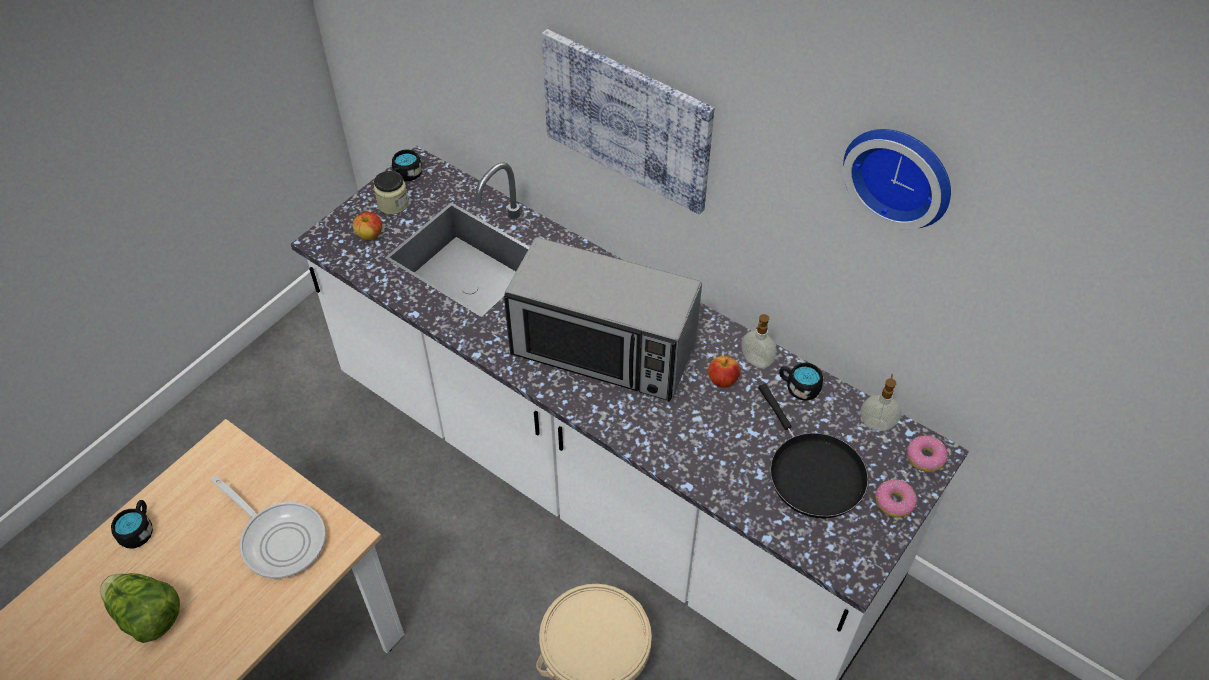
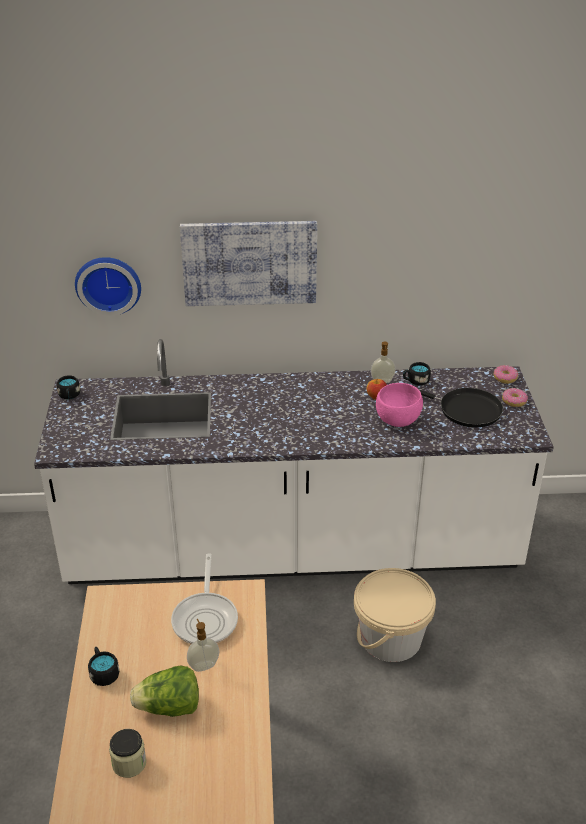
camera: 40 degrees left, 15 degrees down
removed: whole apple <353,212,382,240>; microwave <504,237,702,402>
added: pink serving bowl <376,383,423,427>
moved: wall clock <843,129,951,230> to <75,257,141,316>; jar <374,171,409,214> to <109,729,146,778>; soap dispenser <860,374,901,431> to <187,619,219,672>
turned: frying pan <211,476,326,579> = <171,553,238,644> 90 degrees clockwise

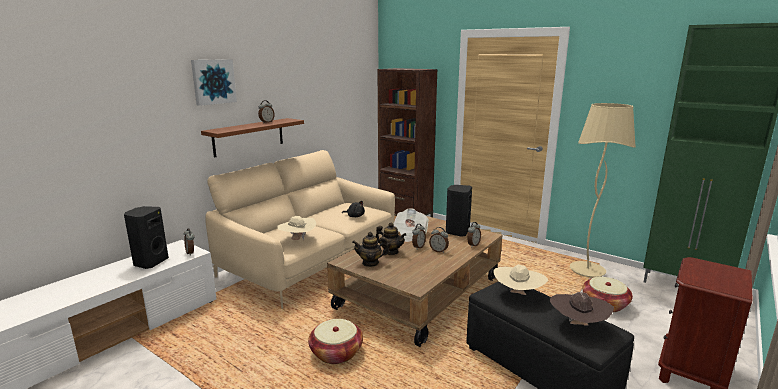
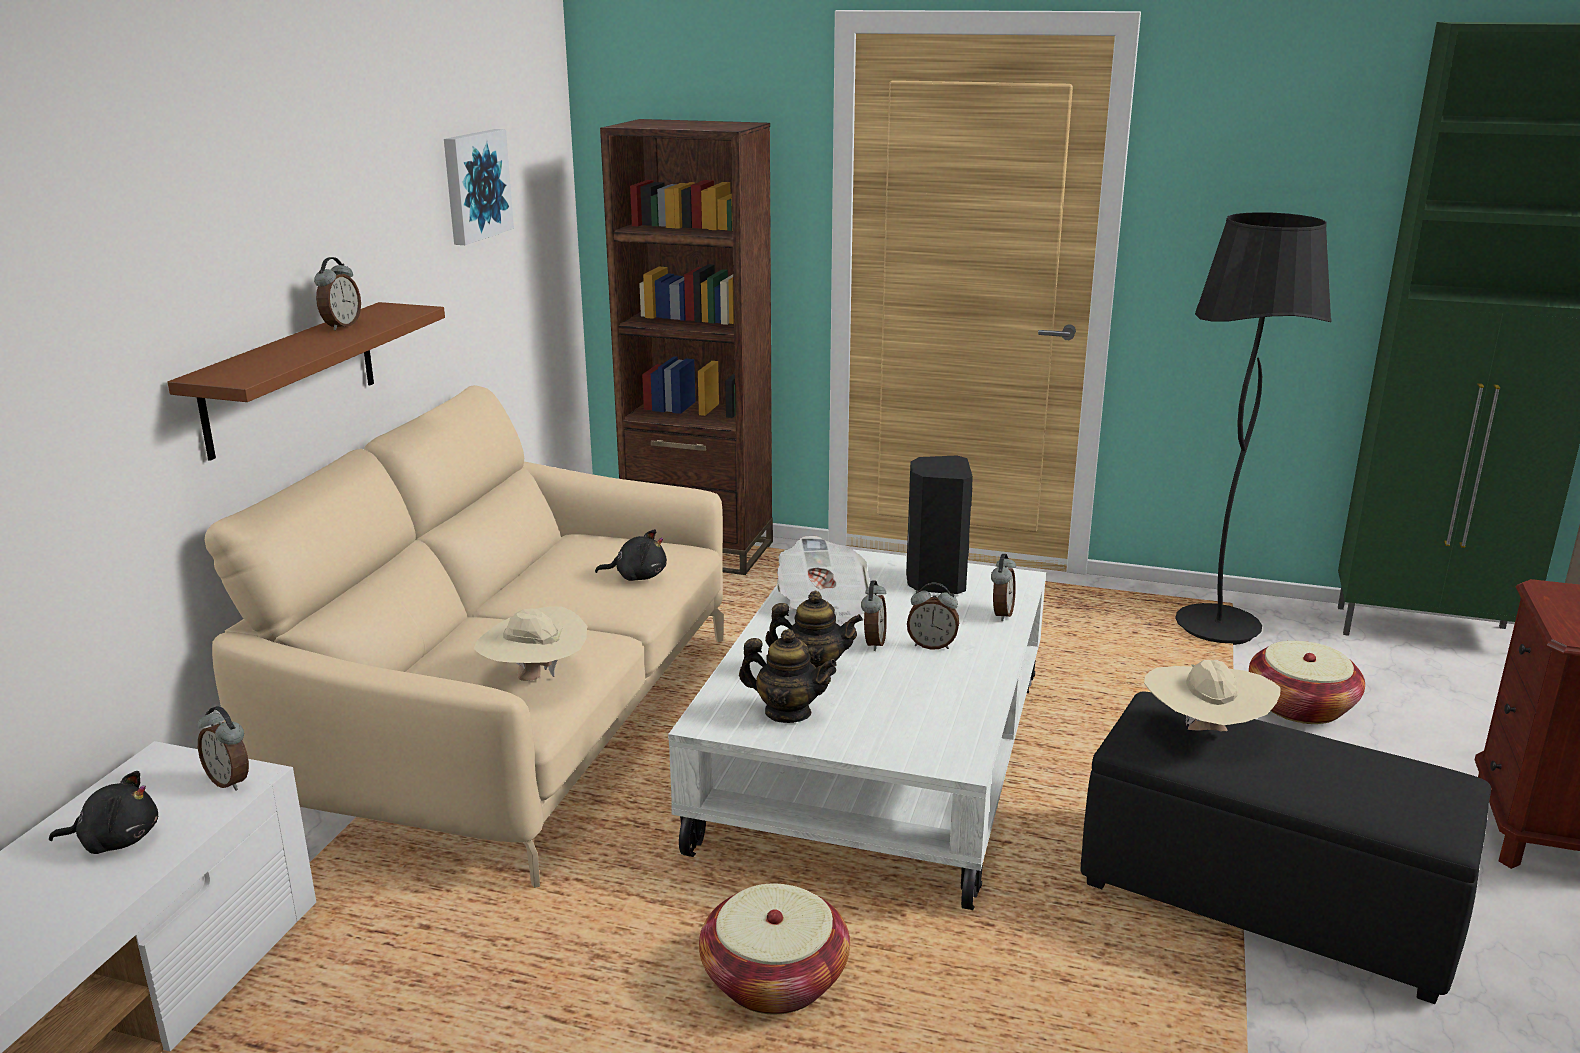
camera: 20 degrees left, 5 degrees up
removed: brownish hat <550,292,614,326>
moved: picture <191,59,237,106> to <444,129,514,245>
replaced: blackish loudspeaker <124,206,169,269> to blackish soft toy <49,771,158,854>
recoloured: sand-coloured standing lamp <570,103,636,278> to blackish standing lamp <1175,212,1332,645>; brownish lounge table <327,216,502,347> to whitish lounge table <668,549,1046,910>
turned: teapot <352,232,389,267> = <739,629,837,723> 135 degrees counterclockwise

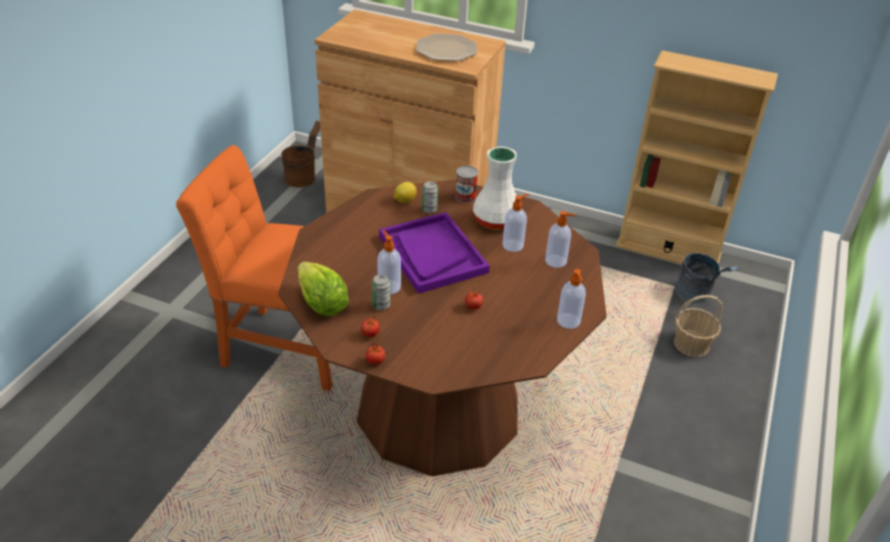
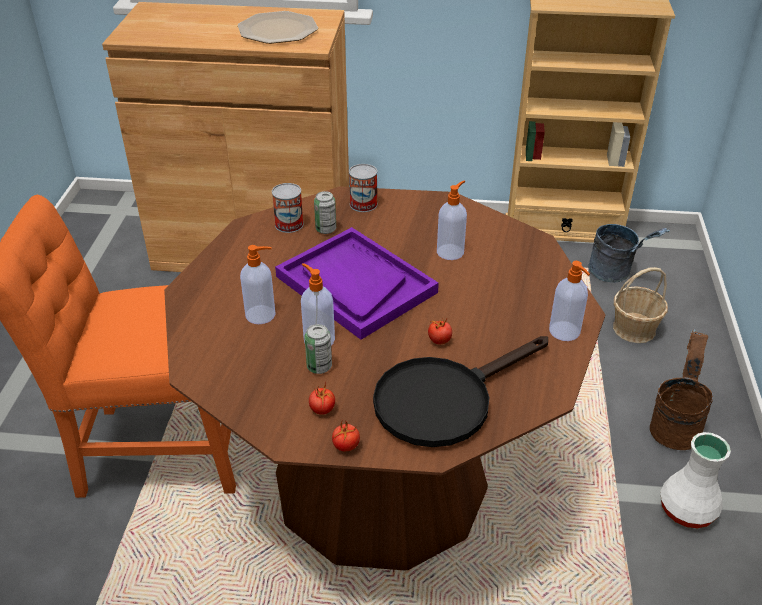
camera: 15 degrees left, 0 degrees up
removed: lettuce <298,262,349,316>
added: blackish frying pan <373,336,548,447>
moved: brownish bucket <281,120,321,187> to <650,329,713,450>; whitish flower vase <473,147,517,230> to <660,432,731,528>; soap dispenser <545,211,577,268> to <240,245,276,324>
replaced: lemon <394,182,417,203> to sealed can <272,183,304,233>

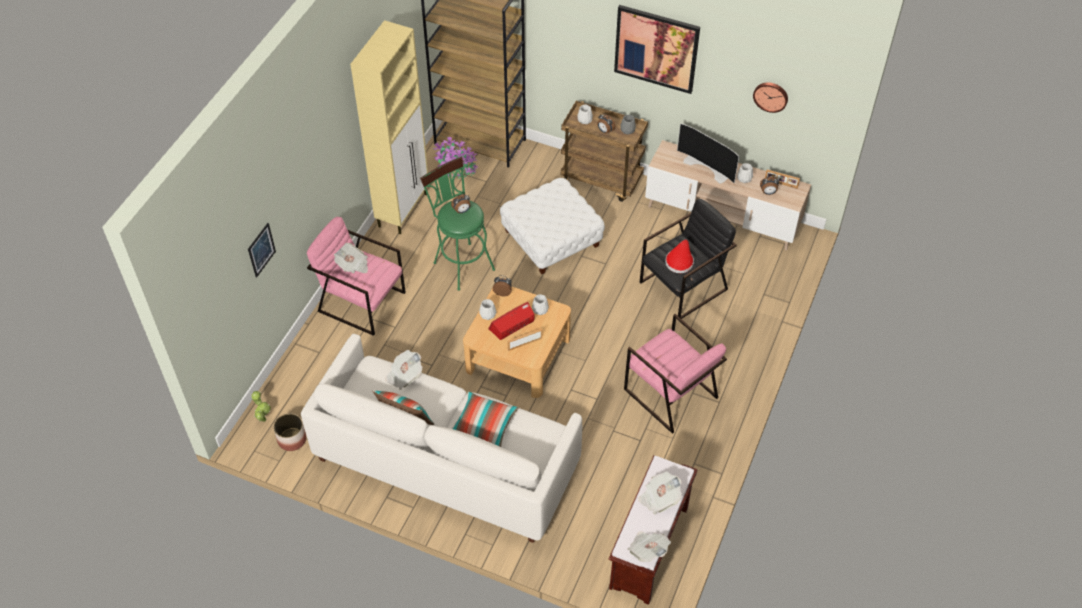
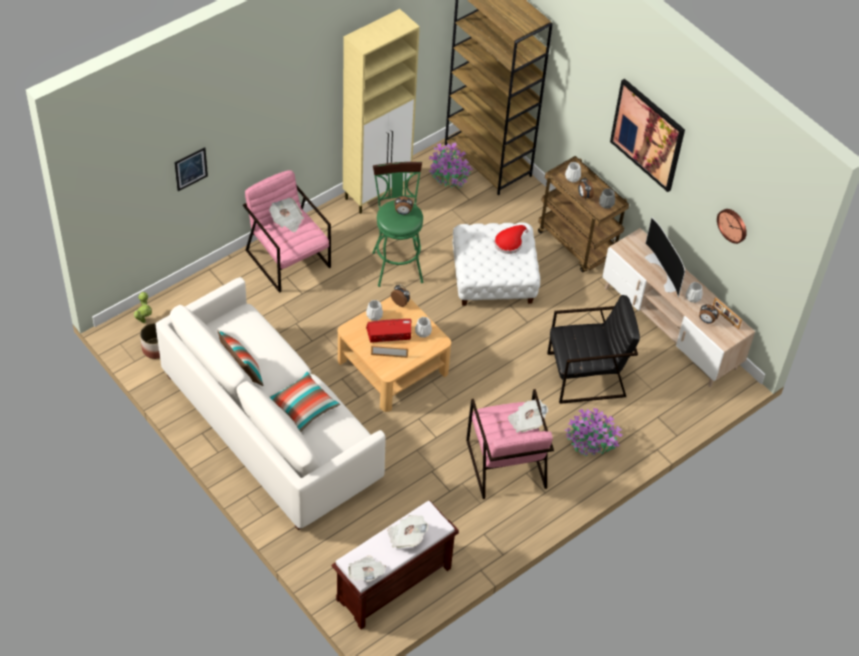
camera: 25 degrees right, 0 degrees up
added: houseplant <565,408,623,456>
moved: reddish hat <665,240,694,273> to <494,225,528,254>; daily paper <385,350,422,390> to <508,400,549,433>

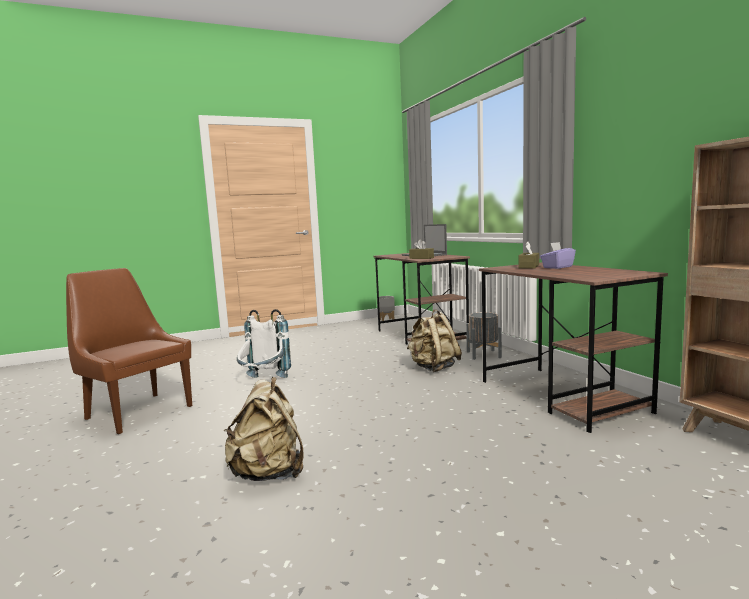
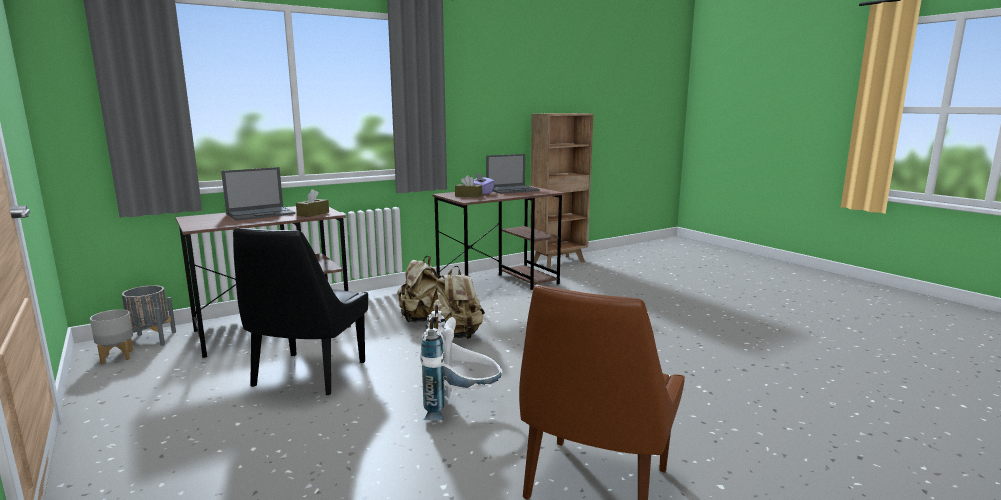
camera: 100 degrees left, 5 degrees up
added: laptop <486,154,540,194>; blackish plain chair <233,228,368,395>
moved: greyish planter <466,312,502,360> to <122,285,176,346>; sand-coloured rucksack <224,377,303,481> to <425,266,485,339>

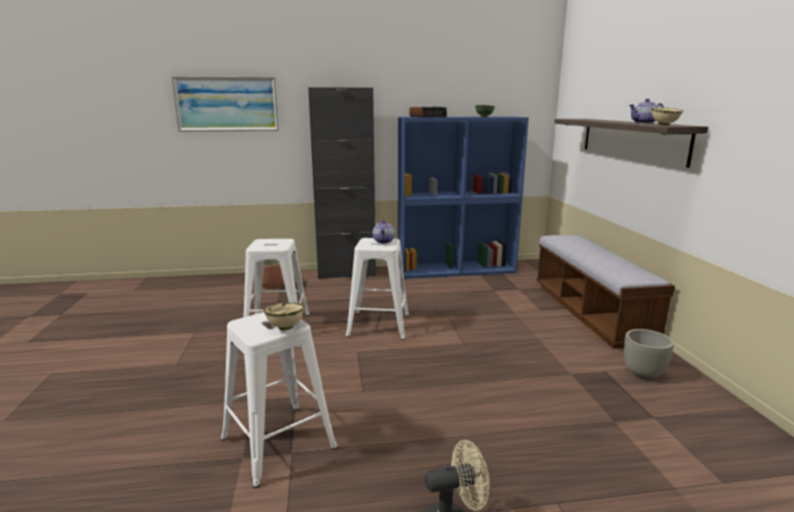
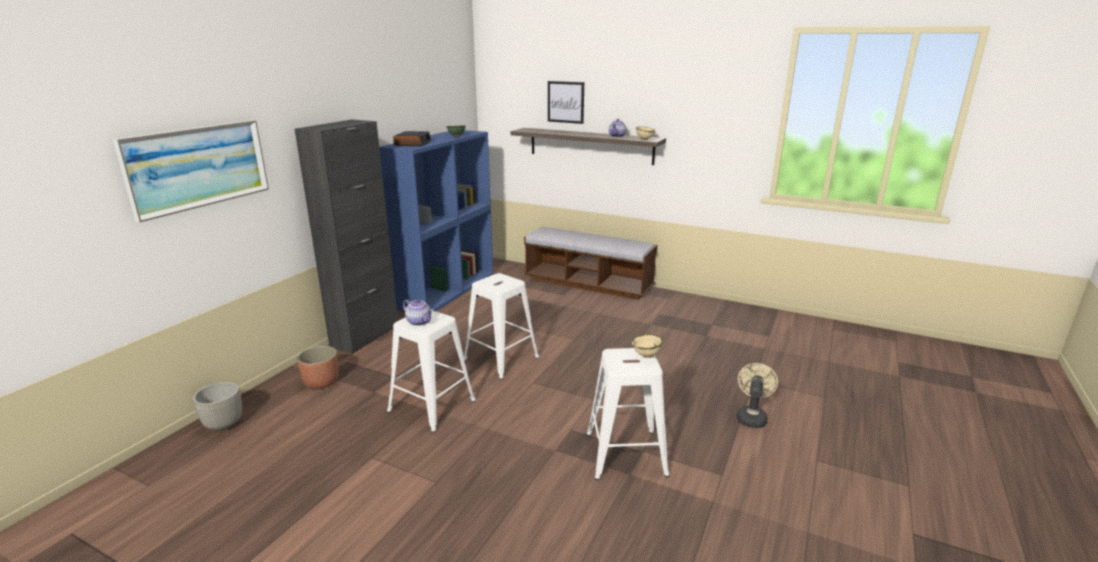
camera: 55 degrees left, 5 degrees up
added: picture <548,81,584,124>
moved: teapot <373,220,395,243> to <403,299,433,326>; greyish planter <624,329,674,379> to <192,382,242,431>

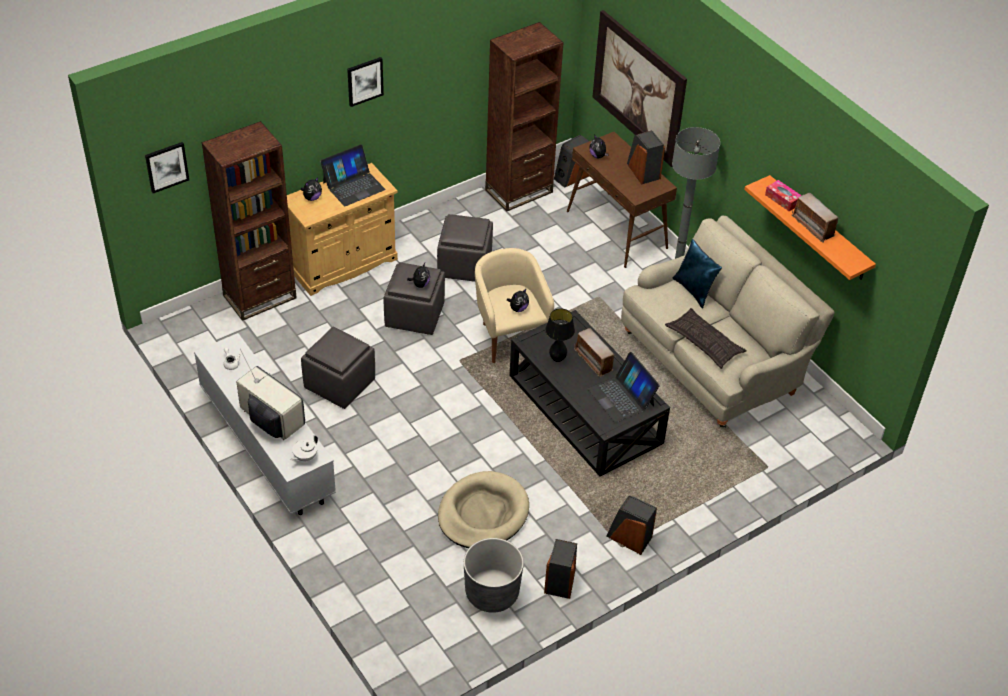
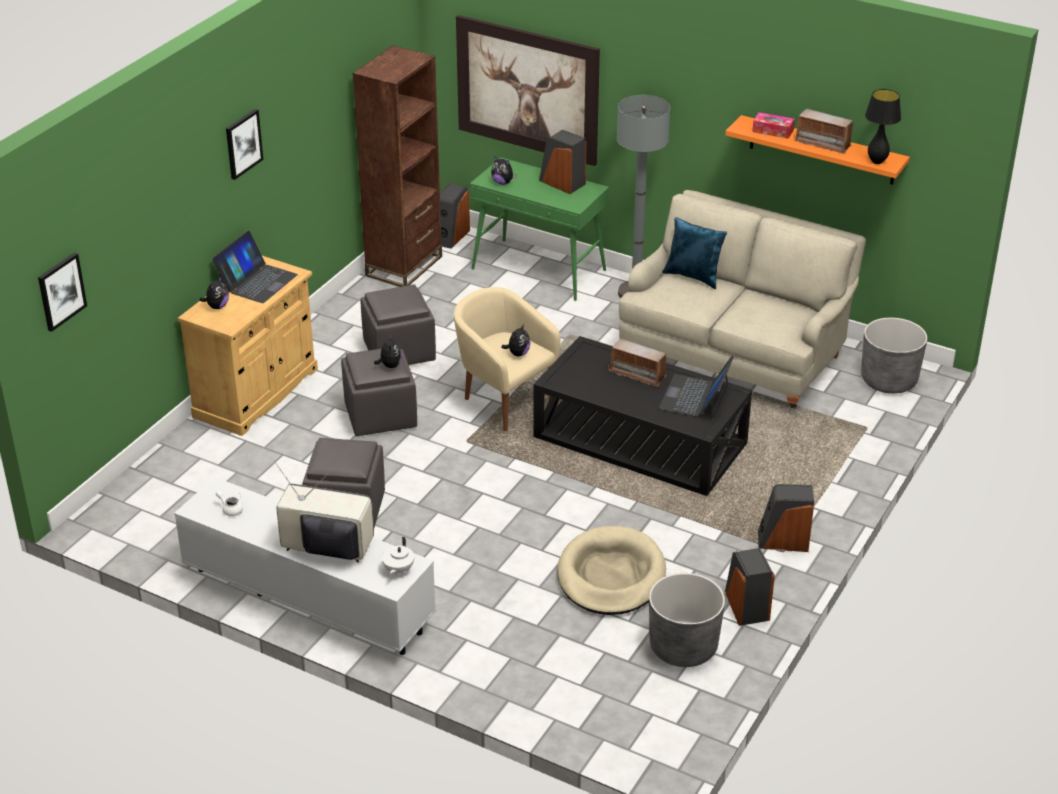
camera: 25 degrees left, 10 degrees down
removed: brownish shelving unit <202,121,297,321>; pillow <665,308,747,369>
added: greyish planter <861,318,927,394>
moved: blackish table lamp <545,308,575,362> to <865,89,901,164>
recoloured: brownish console table <567,132,677,268> to green-coloured console table <470,158,609,301>
turned: laptop <587,352,660,423> = <659,355,734,420> 75 degrees clockwise

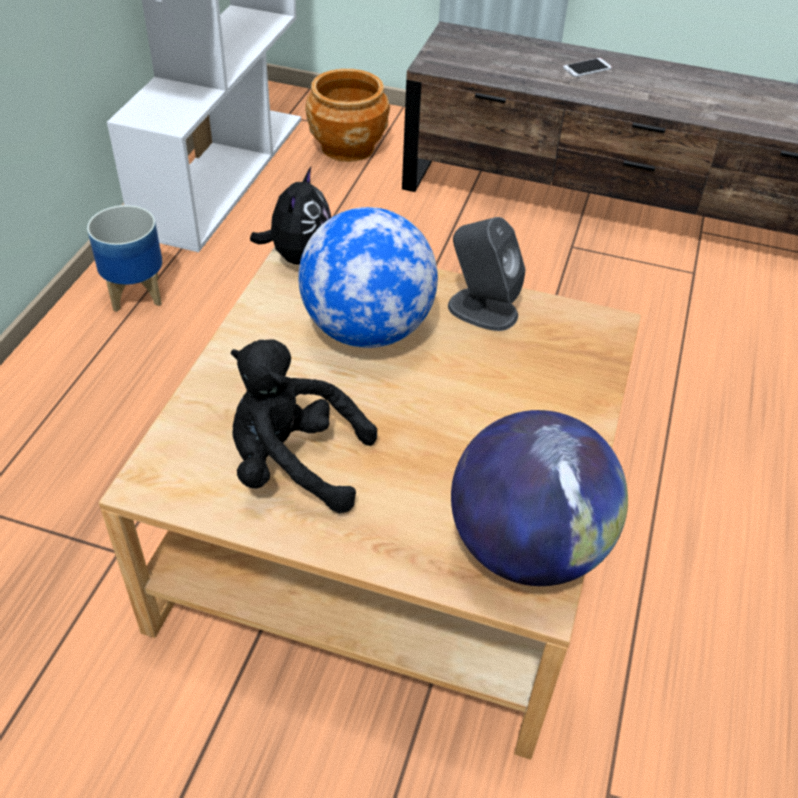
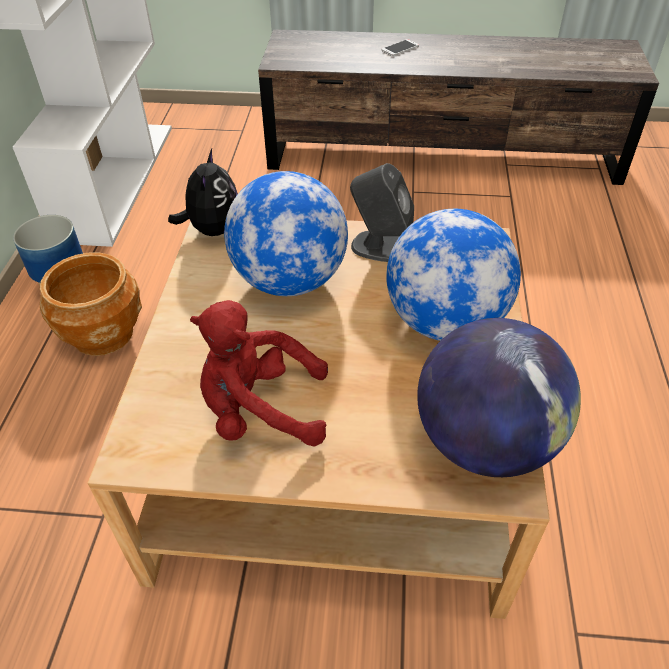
camera: 10 degrees left, 0 degrees up
added: desk globe <386,209,521,341>
moved: brownish planter <305,69,390,162> to <40,253,142,356>
recoloured: blackish soft toy <231,339,377,514> to reddish soft toy <190,300,328,447>

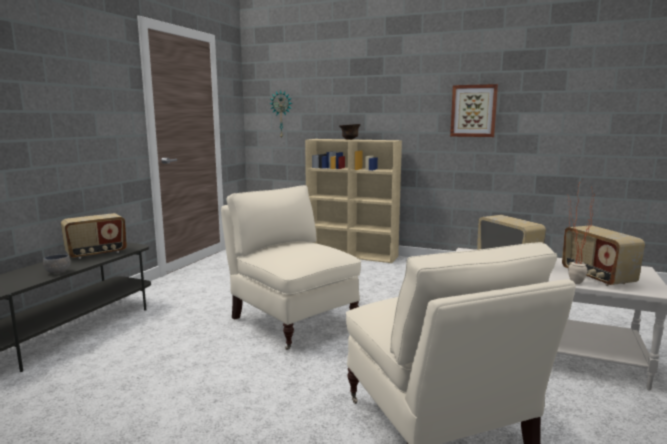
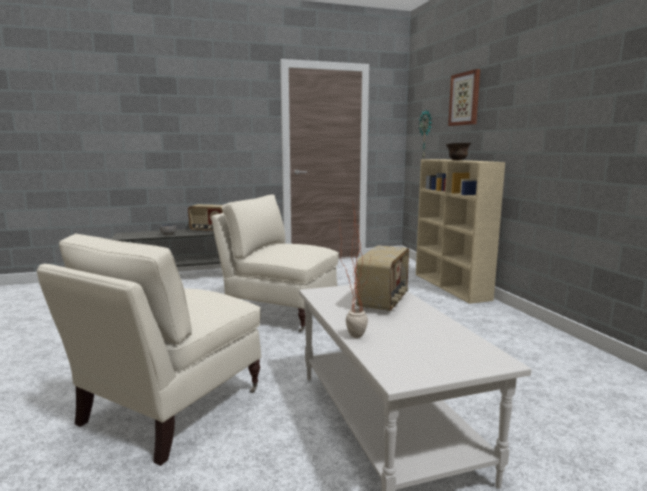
camera: 50 degrees right, 0 degrees up
removed: radio <562,225,645,286>
moved: picture <450,84,498,137> to <448,69,480,126>
turned: sand-coloured easy chair <221,185,361,350> = <212,194,339,332> 75 degrees counterclockwise

